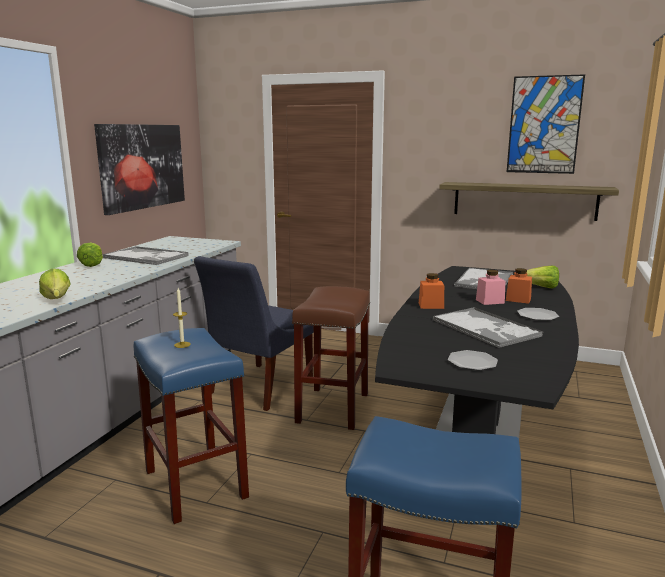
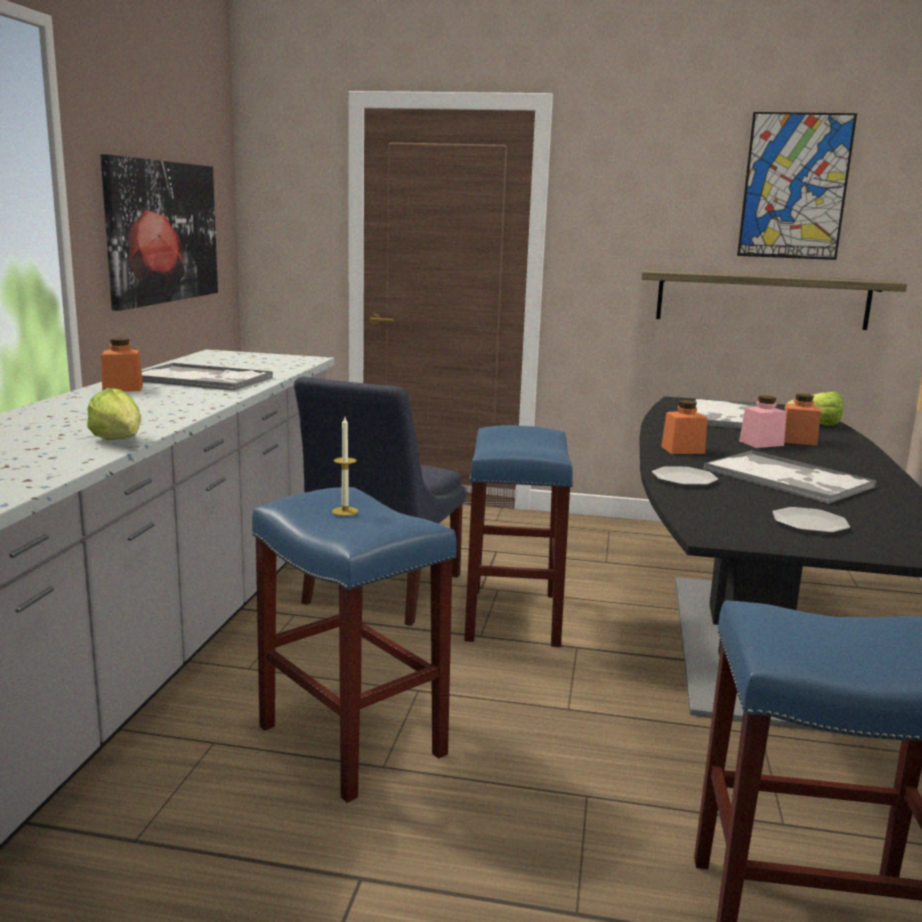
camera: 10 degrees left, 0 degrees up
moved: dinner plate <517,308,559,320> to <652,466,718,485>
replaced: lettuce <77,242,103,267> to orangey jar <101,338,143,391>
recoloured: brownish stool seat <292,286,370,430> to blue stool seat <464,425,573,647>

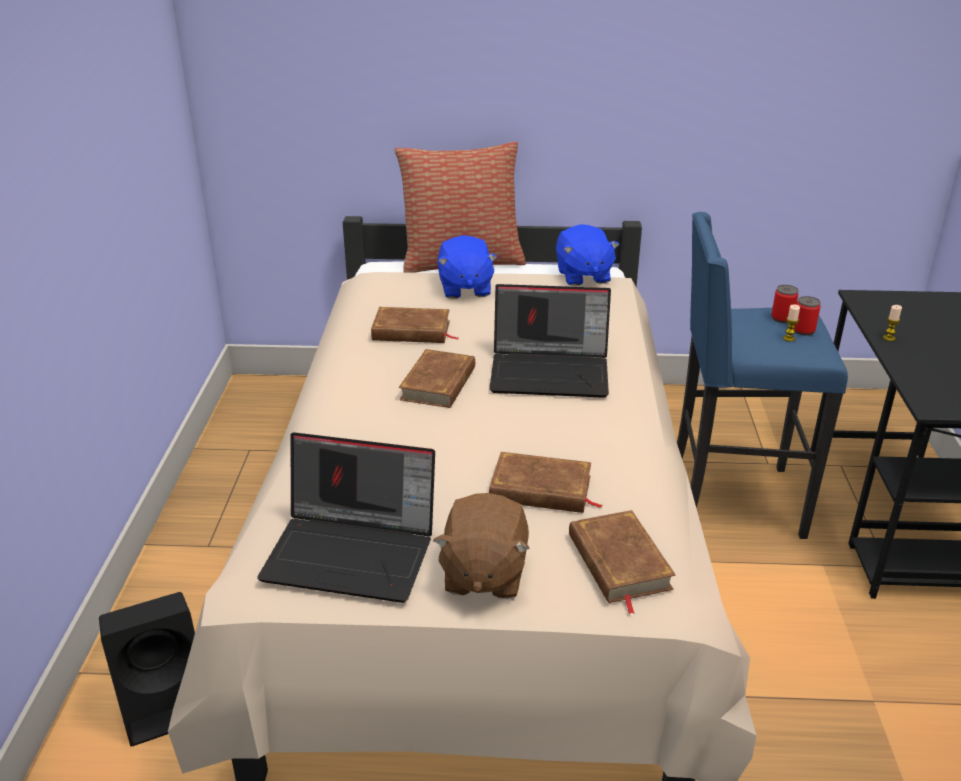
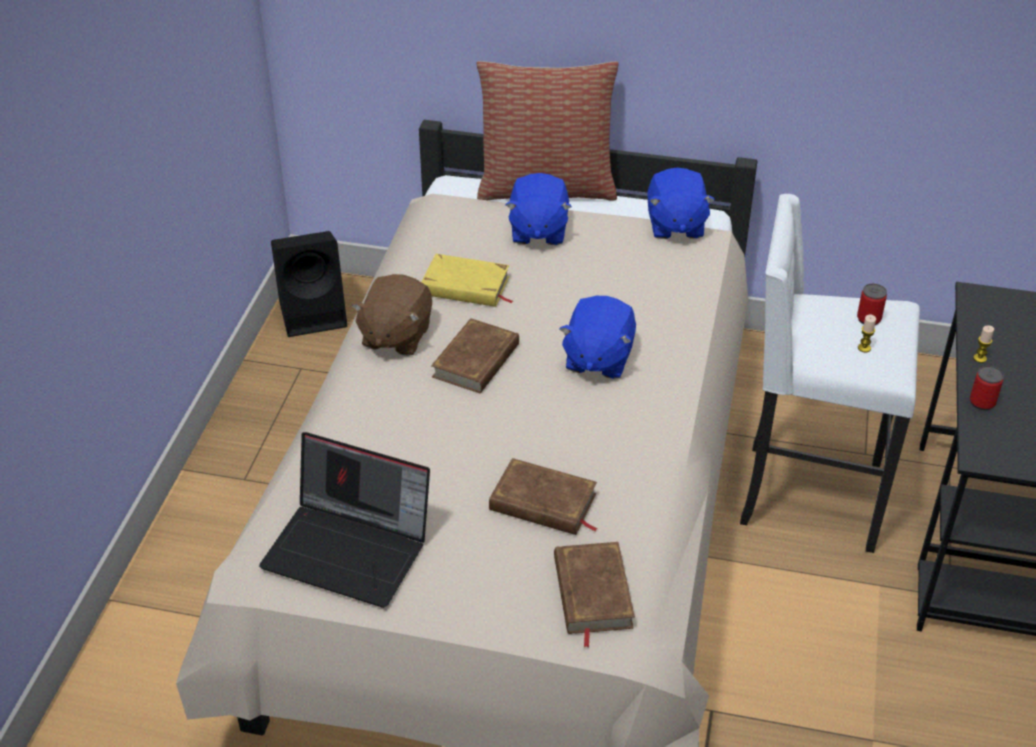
camera: 10 degrees right, 10 degrees up
moved: sealed can <794,296,821,336> to <970,366,1004,410>; brownish soft toy <433,493,530,599> to <351,274,432,356>; blackish loudspeaker <99,592,195,747> to <271,231,347,337>
replaced: laptop <489,284,611,398> to blue soft toy <559,296,636,379>
recoloured: blue stool seat <677,212,848,539> to whitish stool seat <740,194,920,553>; brownish volume <371,307,458,343> to yellowish volume <421,254,513,307>

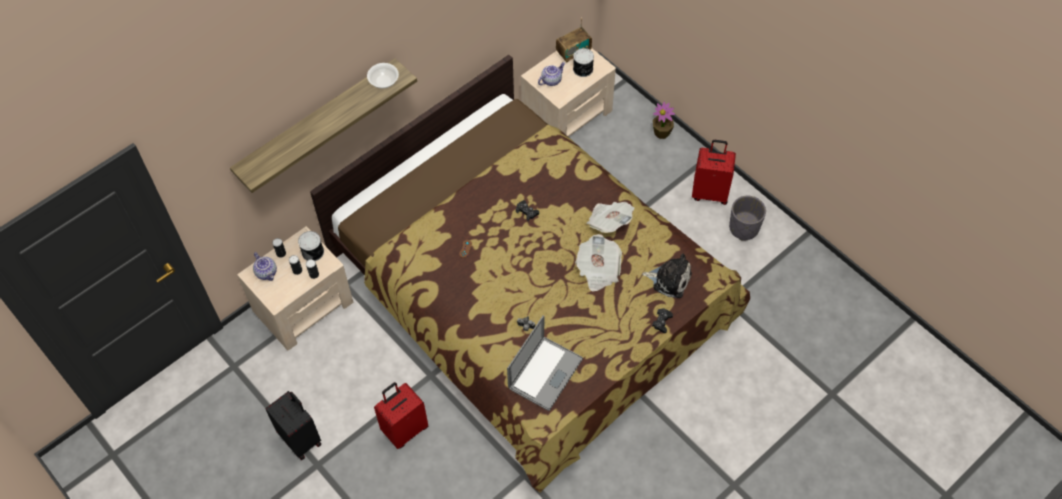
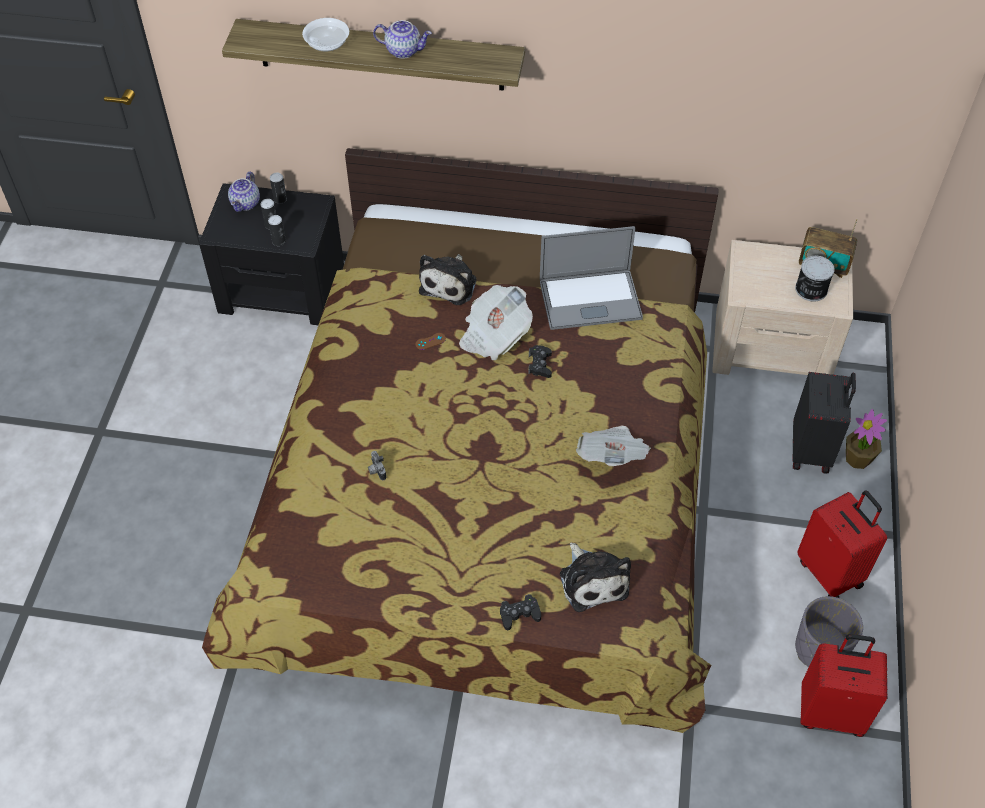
camera: 50 degrees right, 5 degrees down
removed: sealed can <298,231,324,261>
added: soft toy <419,254,476,305>
moved: teapot <538,62,565,86> to <373,20,432,59>; serving bowl <367,63,399,89> to <302,18,349,51>; daily paper <575,234,622,292> to <459,285,533,361>; laptop <507,315,583,411> to <540,226,643,330>; reddish suitcase <374,382,428,449> to <801,634,887,737>; blackish suitcase <265,391,321,460> to <793,372,856,474>
recoloured: sand-coloured bedside table <237,226,353,350> to blackish bedside table <199,183,344,325>

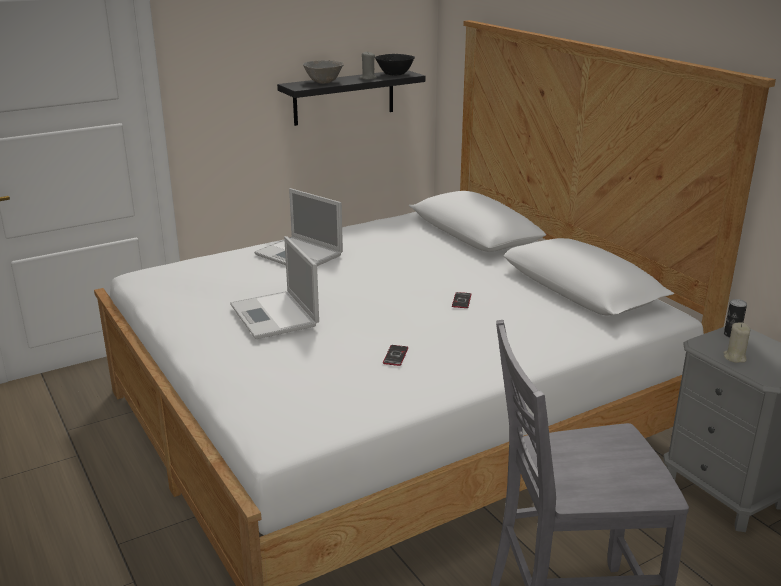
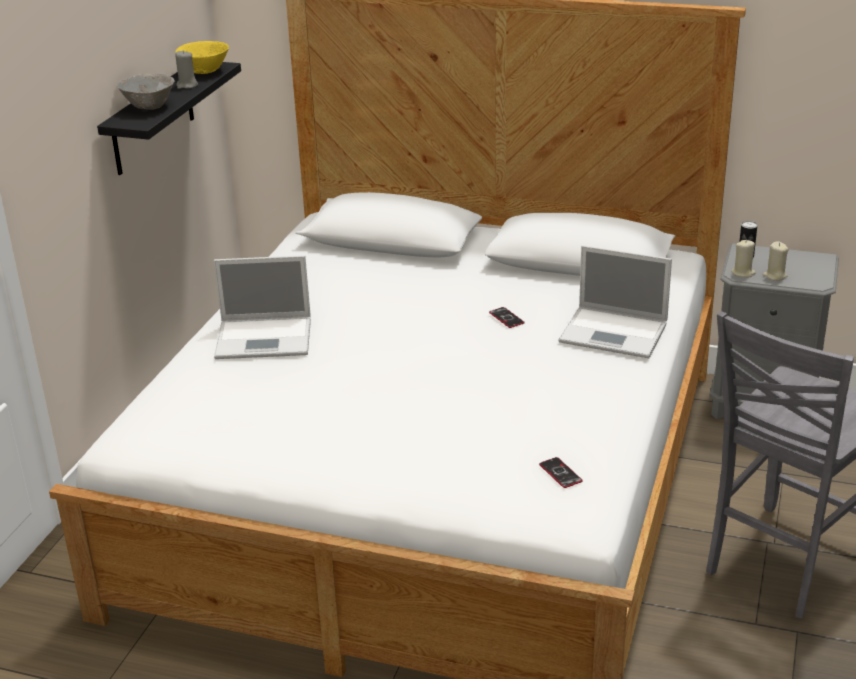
camera: 40 degrees left, 5 degrees up
added: sand-coloured candle <731,240,756,277>
moved: laptop <230,236,319,339> to <558,245,672,358>; handset <383,345,408,366> to <539,457,583,488>
recoloured: blackish serving bowl <375,54,415,75> to yellowish serving bowl <175,41,229,74>

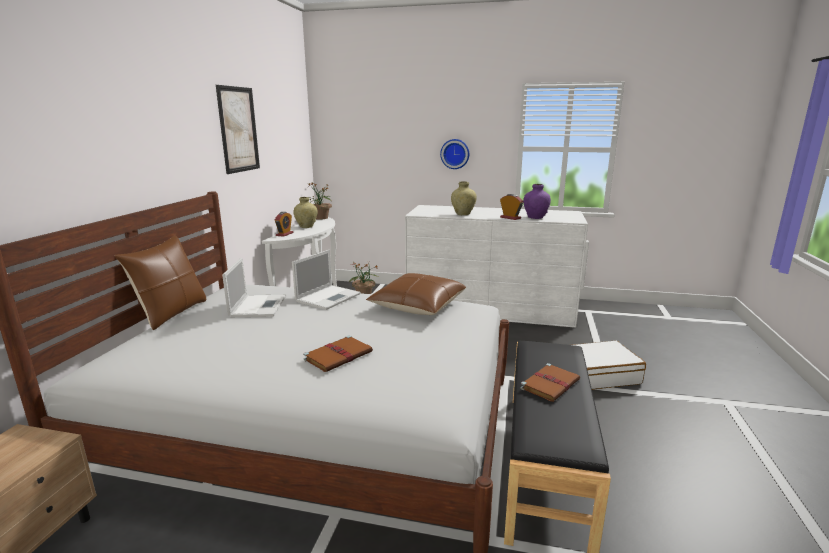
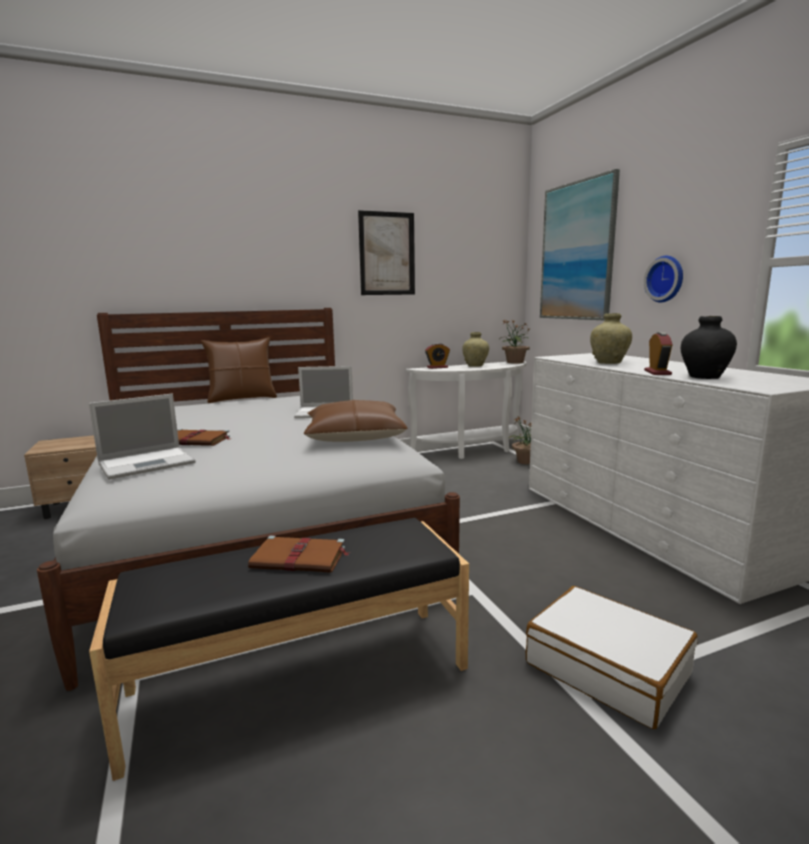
camera: 55 degrees right, 5 degrees down
added: picture <540,169,620,321>
moved: laptop <222,258,286,317> to <89,394,195,480>
recoloured: purplish flower vase <523,184,551,219> to blackish flower vase <681,316,737,379>

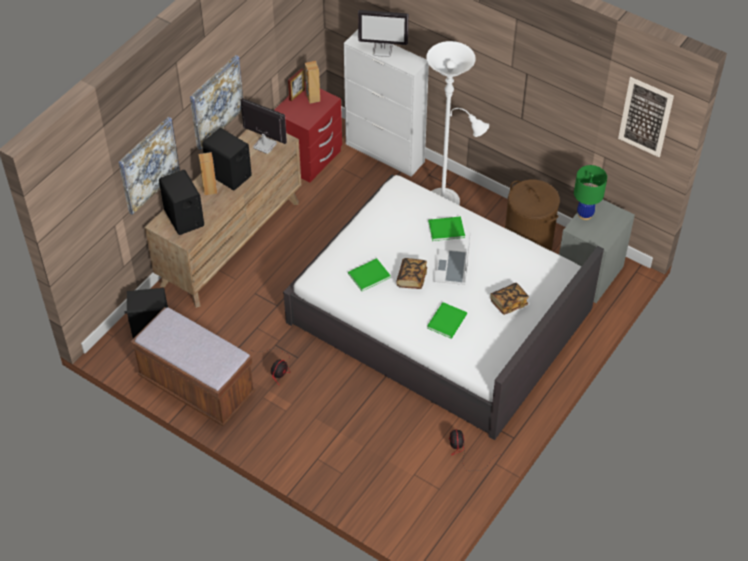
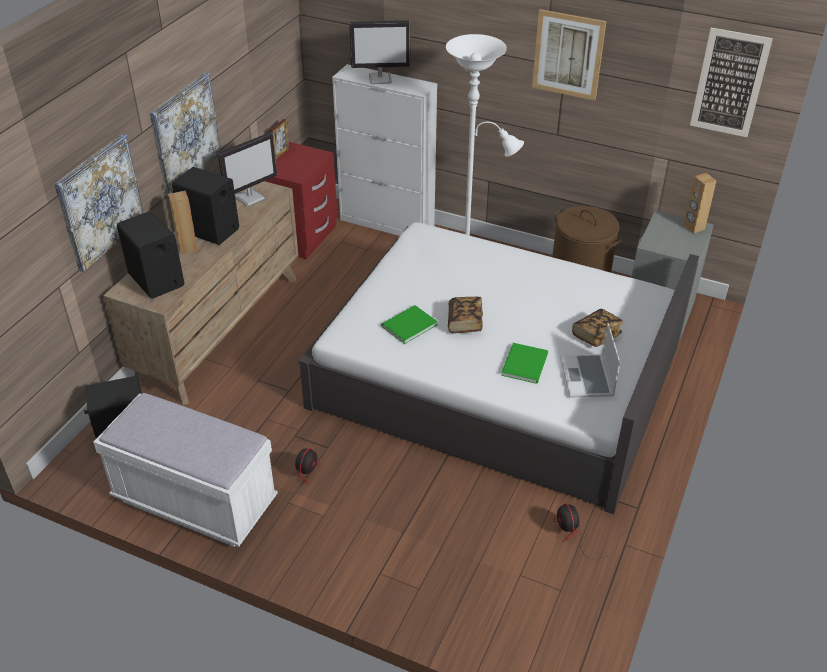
camera: 10 degrees left, 10 degrees down
removed: green-coloured table lamp <574,165,607,220>; green-coloured volume <428,216,465,241>
added: picture <532,9,606,100>
moved: brownish loudspeaker <305,61,320,104> to <683,173,717,234>; laptop <434,232,470,285> to <561,323,620,398>
recoloured: brownish bench <131,307,255,426> to whitish bench <93,393,278,547>
turned: computer display <241,98,287,154> = <218,132,277,206> 120 degrees clockwise

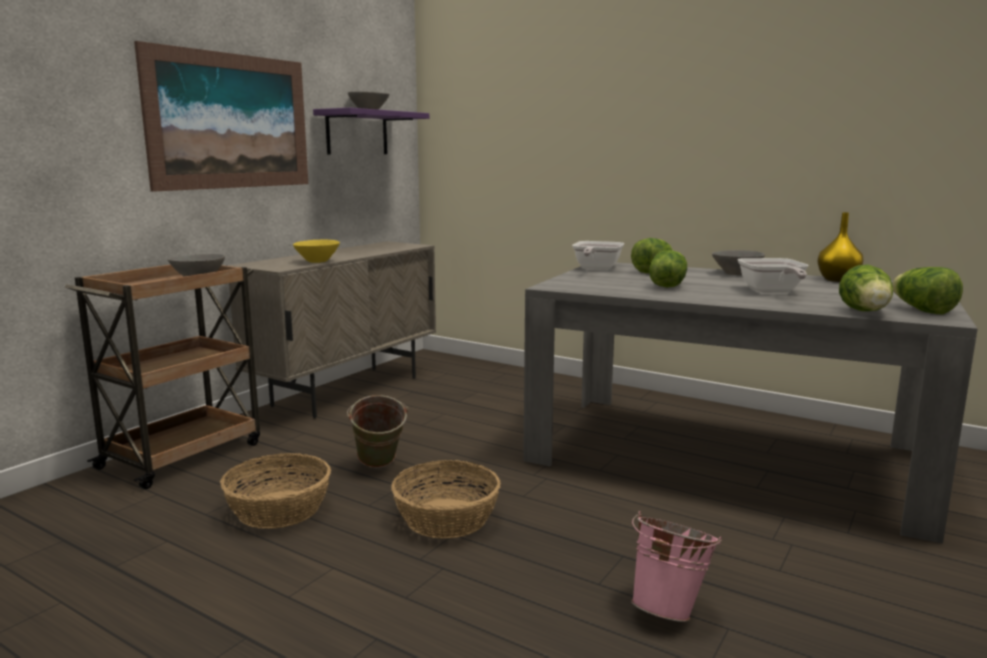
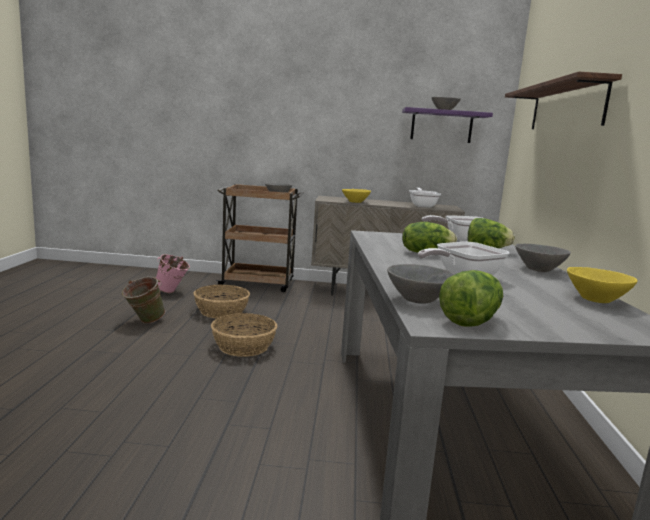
camera: 60 degrees right, 0 degrees up
removed: picture <134,41,308,192>
added: bracket shelf <505,72,622,129>; frying pan <409,188,441,208>
moved: green-coloured bucket <347,395,408,468> to <122,277,166,324>; pink bucket <631,511,722,622> to <156,254,190,293>
replaced: yellowish flower vase <818,212,863,282> to yellowish serving bowl <567,267,638,303>; lettuce <839,265,893,311> to greyish serving bowl <387,264,455,304>

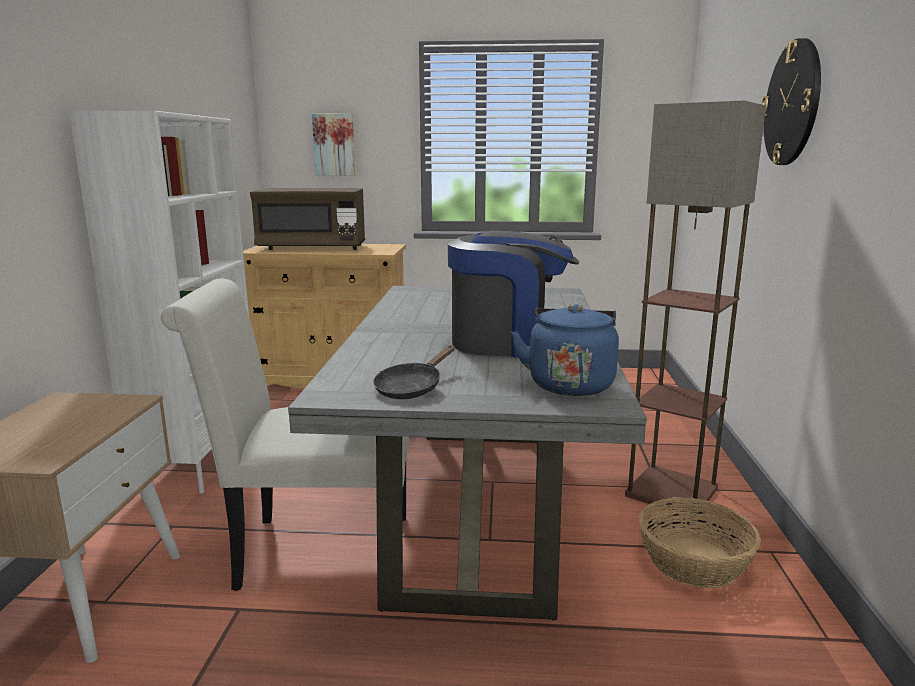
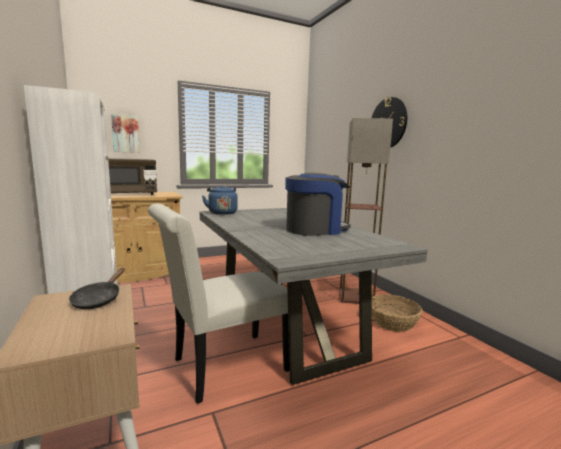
camera: 30 degrees left, 5 degrees down
moved: blue tea kettle <511,304,619,396> to <202,185,238,215>; blackish frying pan <373,346,455,399> to <69,268,125,309>

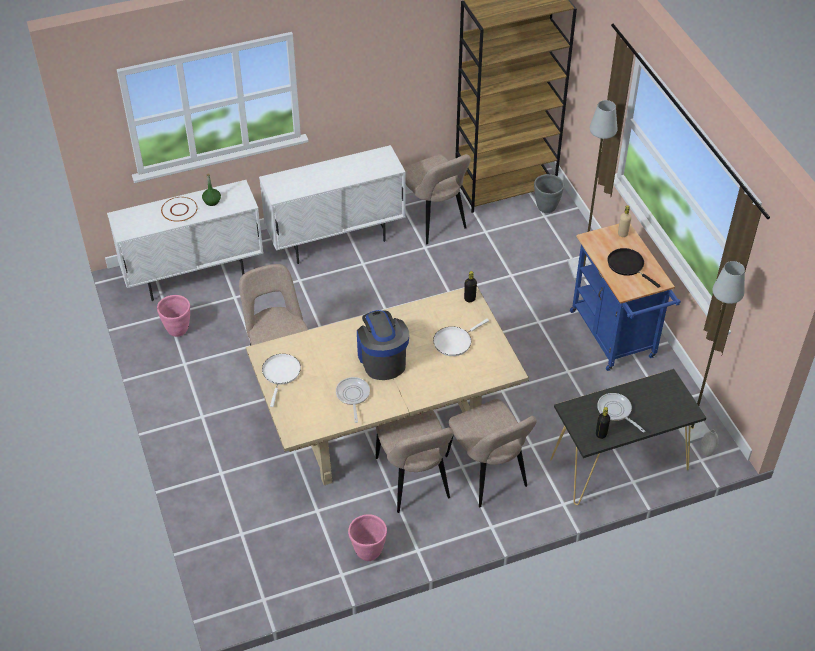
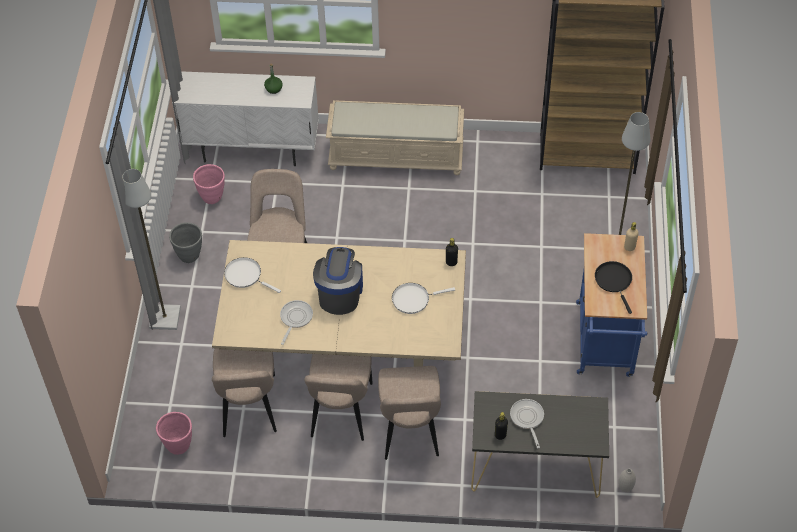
camera: 25 degrees right, 5 degrees up
removed: whitish dinner plate <161,197,198,222>
moved: sand-coloured plain chair <403,154,471,244> to <212,348,277,437>; greyish planter <534,174,564,213> to <169,222,202,263>; greyish standing lamp <676,261,745,444> to <122,169,181,330>; pink planter <348,514,387,561> to <156,412,192,455>
replaced: whitish storage cabinet <259,145,406,264> to sand-coloured bench <326,100,464,175>
turned: whitish frying pan <262,354,301,407> = <224,257,281,293> 90 degrees counterclockwise

